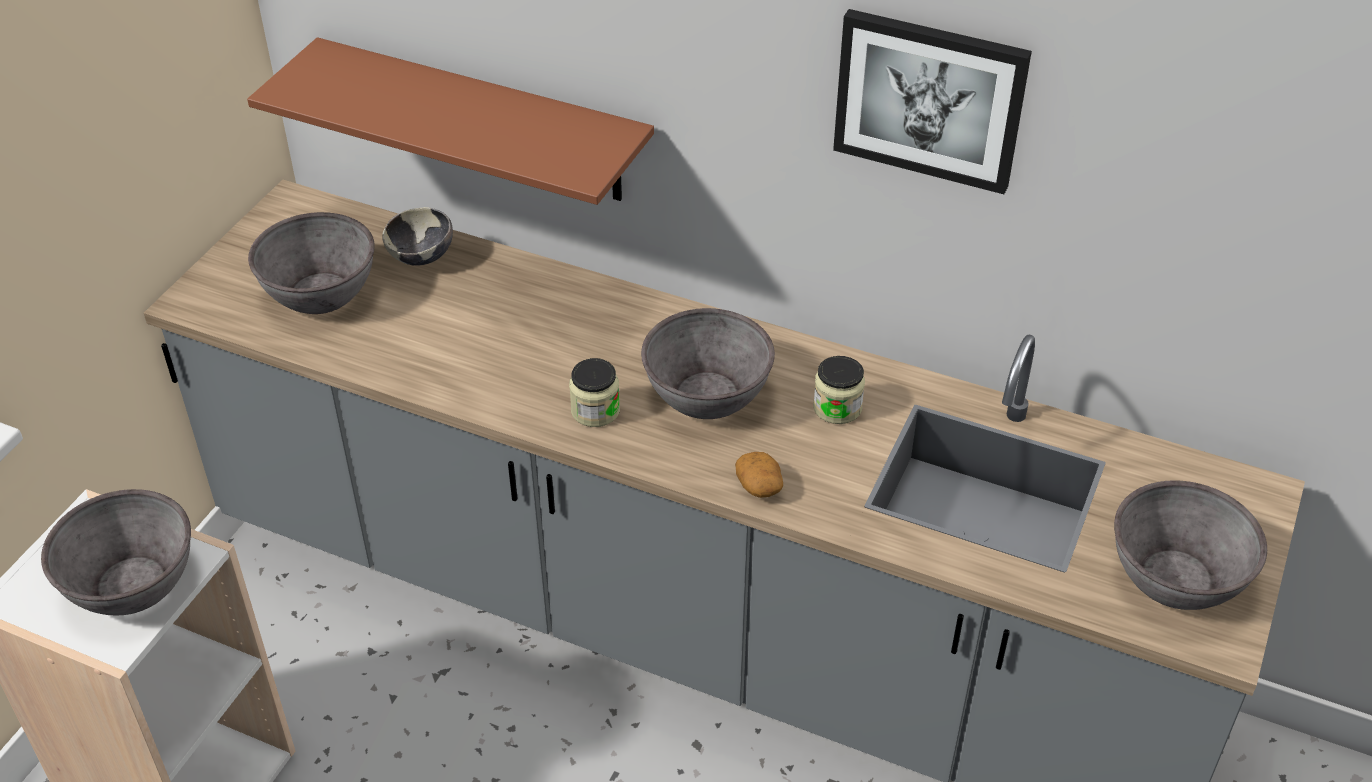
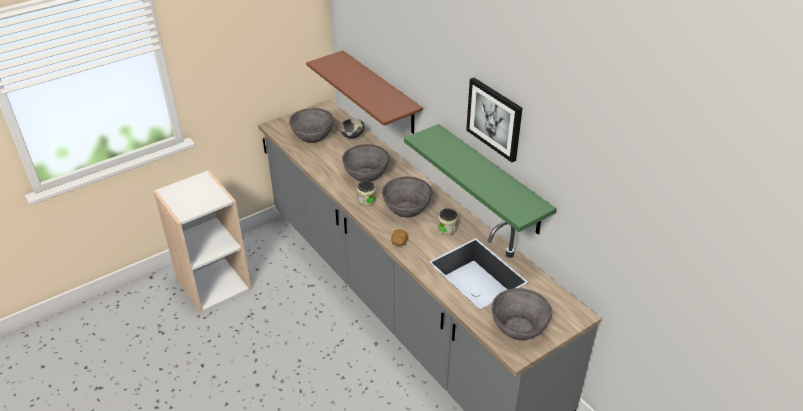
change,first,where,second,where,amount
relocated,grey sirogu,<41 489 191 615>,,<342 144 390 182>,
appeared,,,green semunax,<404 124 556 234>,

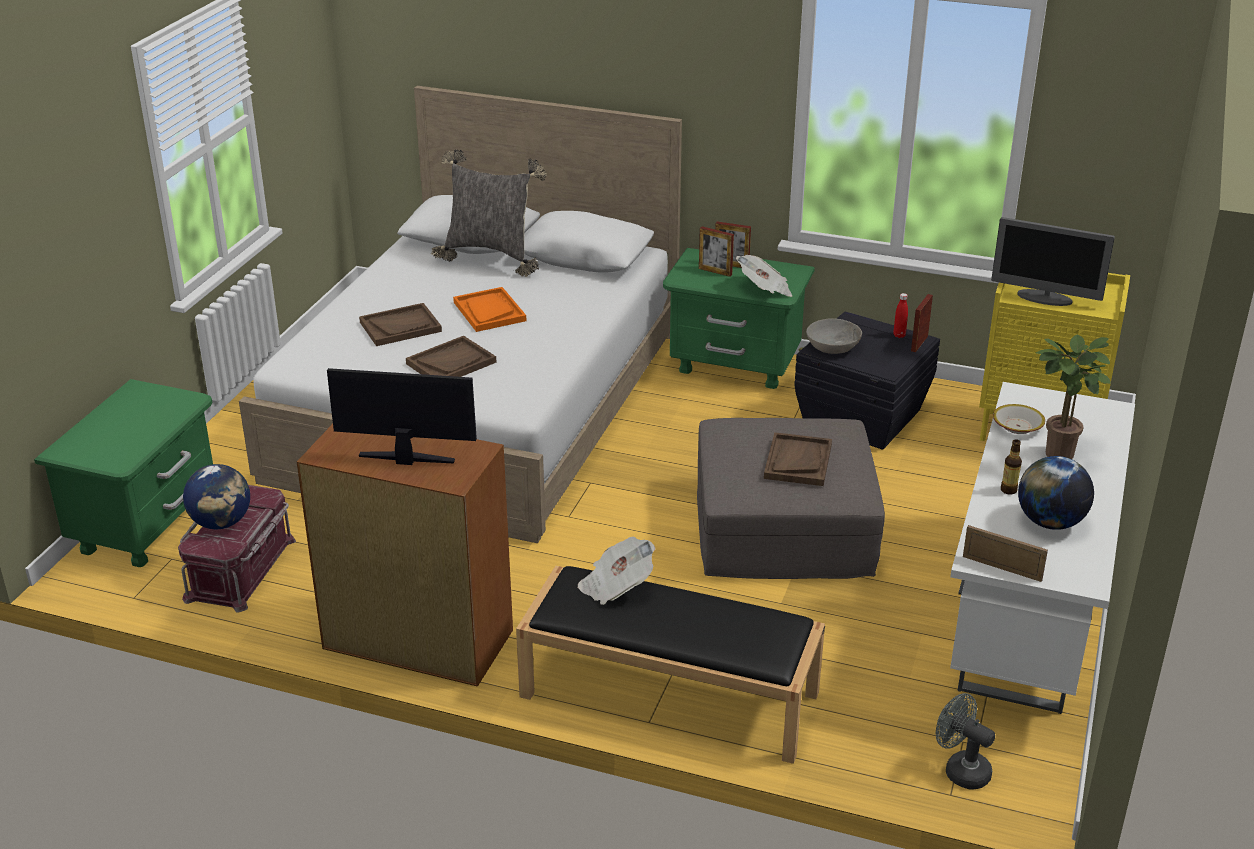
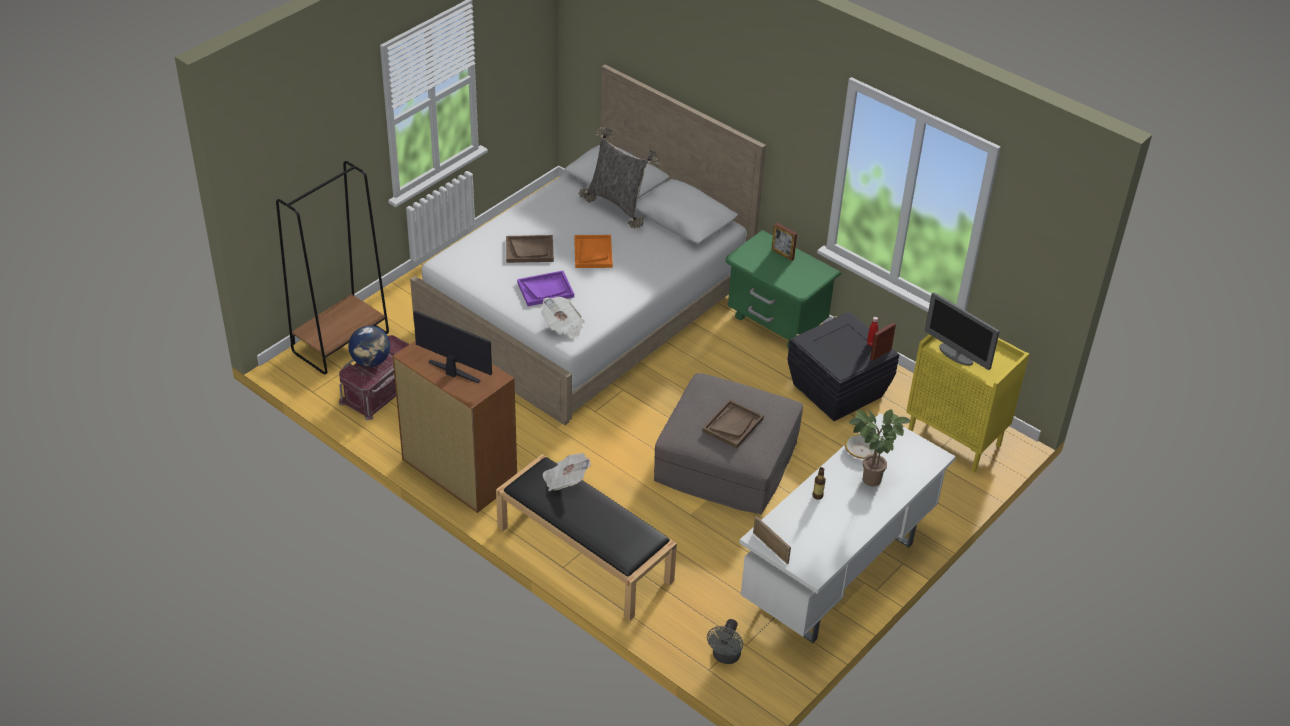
change,first,where,second,where,amount
missing,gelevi,<699 226 734 277>,,,
relocated,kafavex,<736 255 792 297>,,<541 297 584 339>,
missing,grey sirogu,<806 318 862 354>,,,
colour,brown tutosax,<406 336 496 377>,purple tutosax,<517 271 574 306>,
exchanged,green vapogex,<34 379 213 567>,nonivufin,<276 161 389 374>,
missing,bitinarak,<1018 456 1094 530>,,,
spun,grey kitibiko,<936 693 995 790>,,<707 619 743 664>,135 degrees counterclockwise

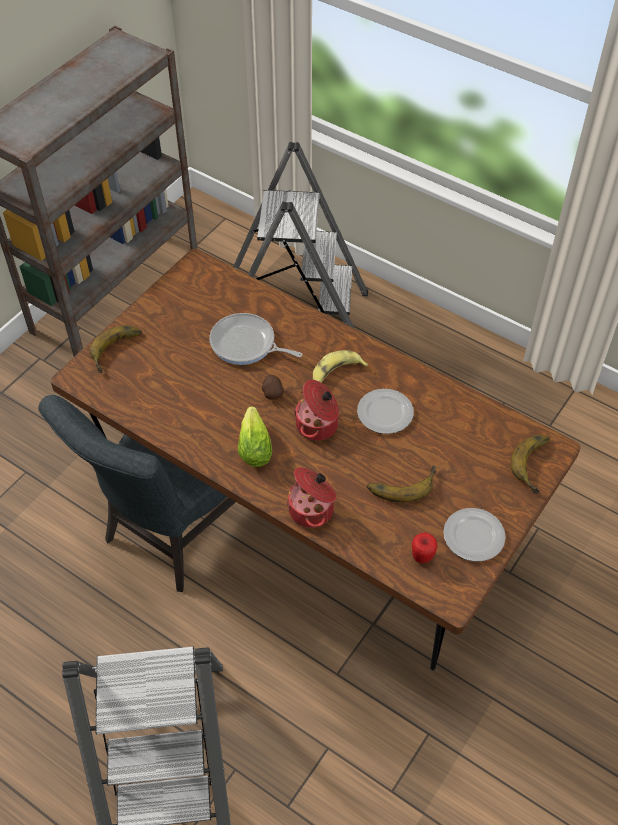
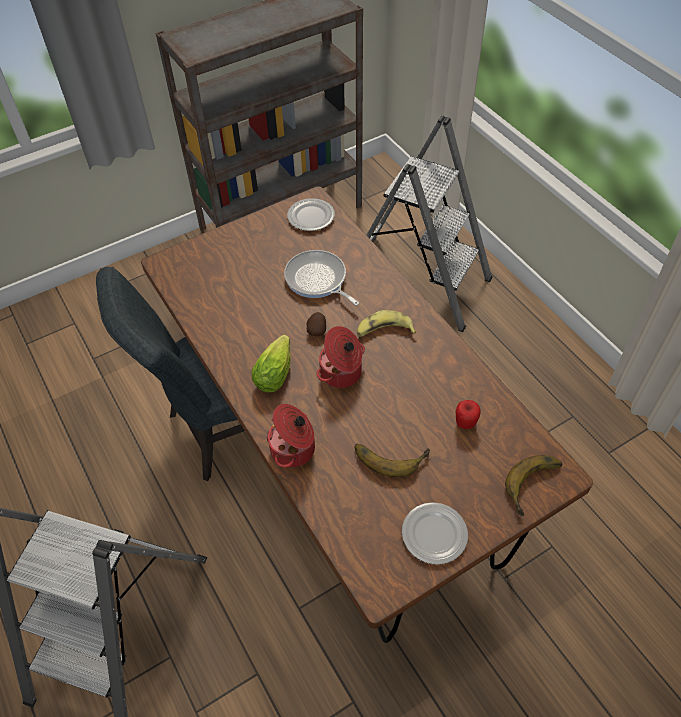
change,first,where,second,where,amount
missing,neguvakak,<89 326 142 373>,,,
relocated,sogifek,<357 389 414 434>,,<287 198 335 231>,
relocated,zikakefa,<412 532 437 563>,,<456 400 481 429>,

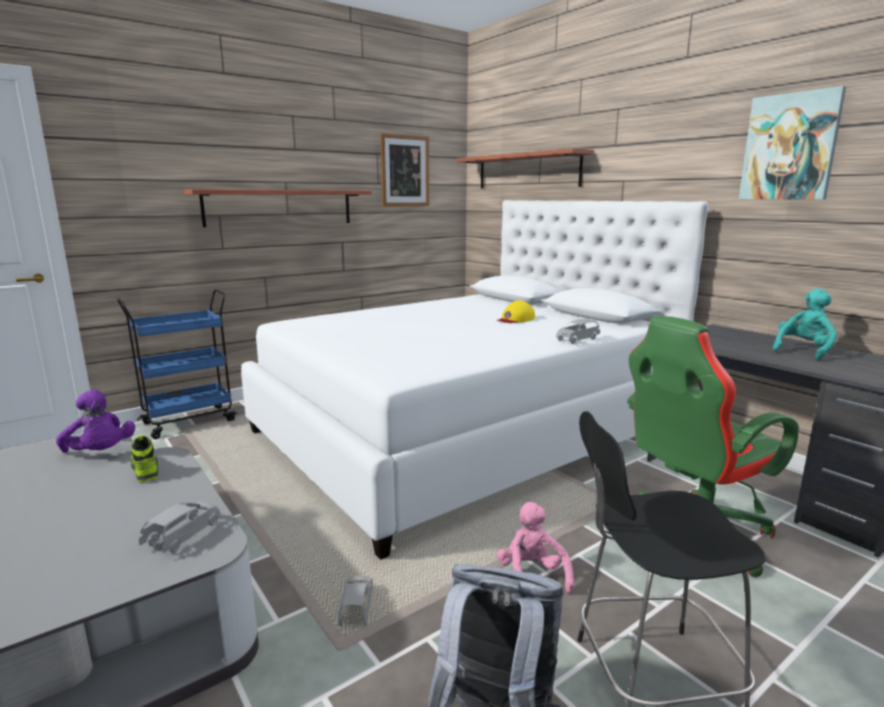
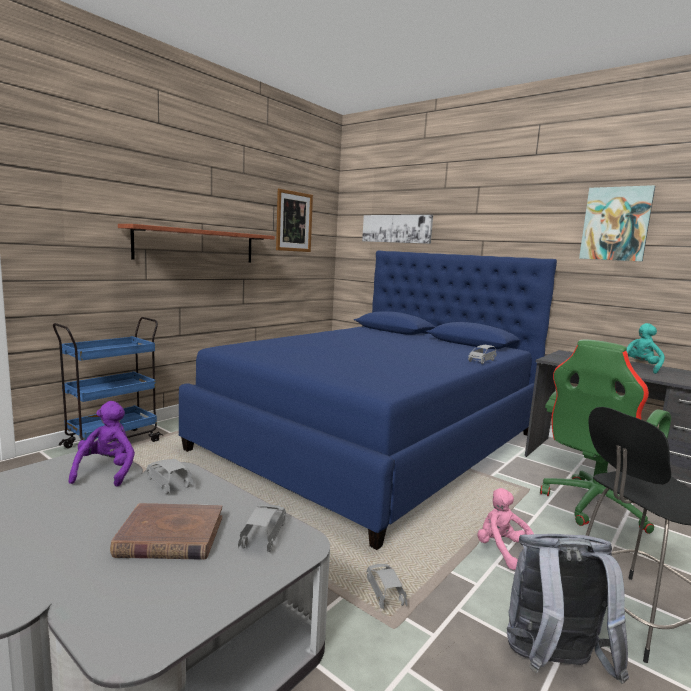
change,first,where,second,where,amount
exchanged,semunax,<456 148 594 189>,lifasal,<362 215 433 244>,
colour,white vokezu,<241 200 708 560>,blue vokezu,<179 251 557 550>,
missing,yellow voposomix,<497 300 535 323>,,,
spun,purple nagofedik,<56 390 135 453>,,<69 401 135 487>,120 degrees counterclockwise
exchanged,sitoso,<131 436 158 482>,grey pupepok,<146 459 193 494>,
appeared,,,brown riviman,<110 503 222 560>,

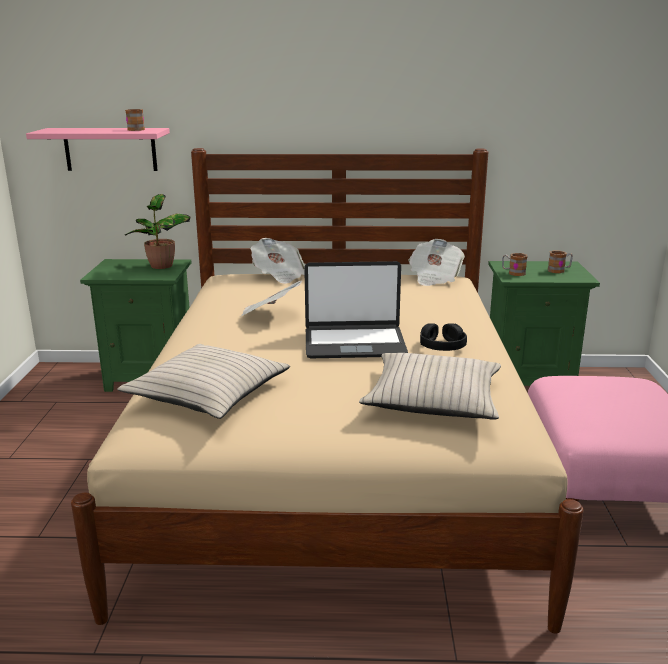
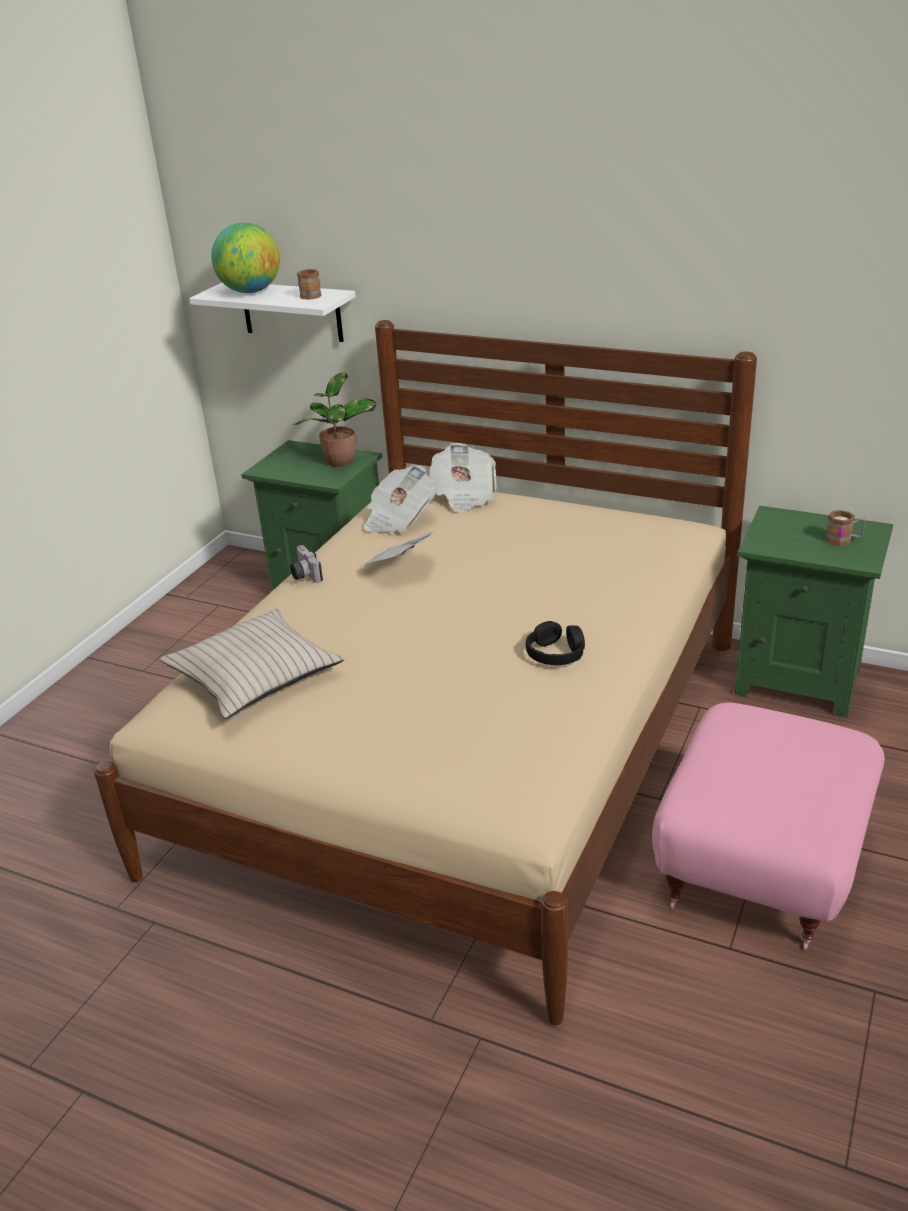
change,first,where,second,where,amount
colour,pink semunax,<26 128 170 171>,white semunax,<189 283 356 342>,
relocated,kafavex,<409 239 465 286>,,<364 465 436 533>,
missing,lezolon,<502 253 528 276>,,,
missing,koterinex,<304 261 408 358>,,,
missing,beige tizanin,<359 353 501 420>,,,
appeared,,,bitinarak,<211 223 280 293>,
appeared,,,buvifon,<290 545 323 583>,

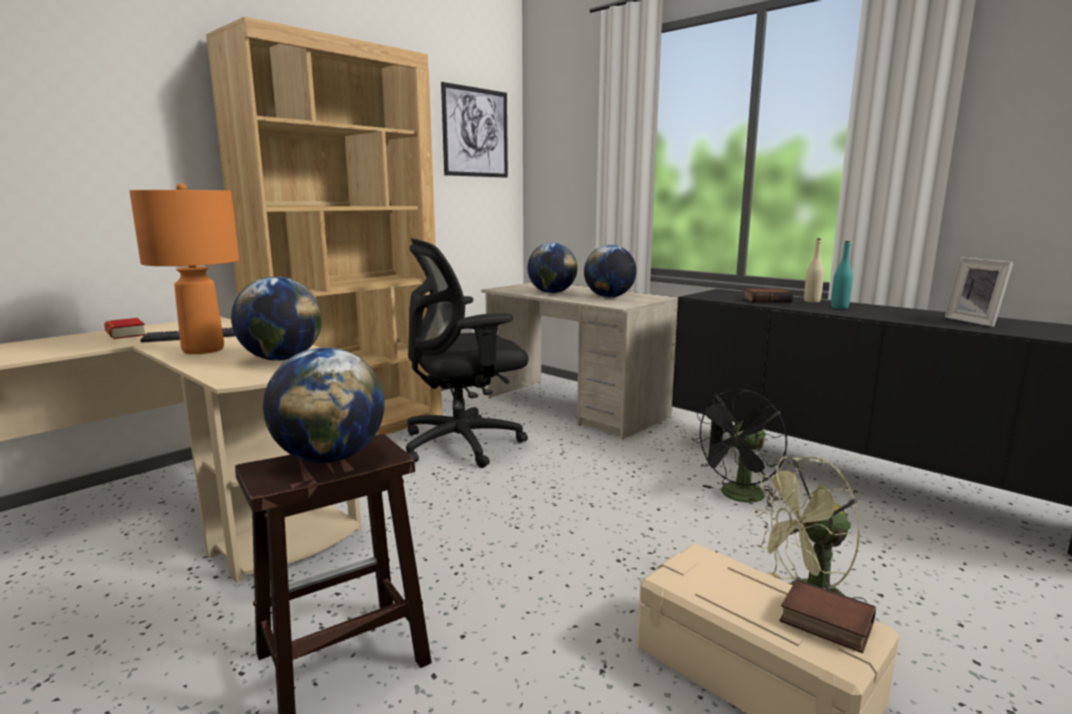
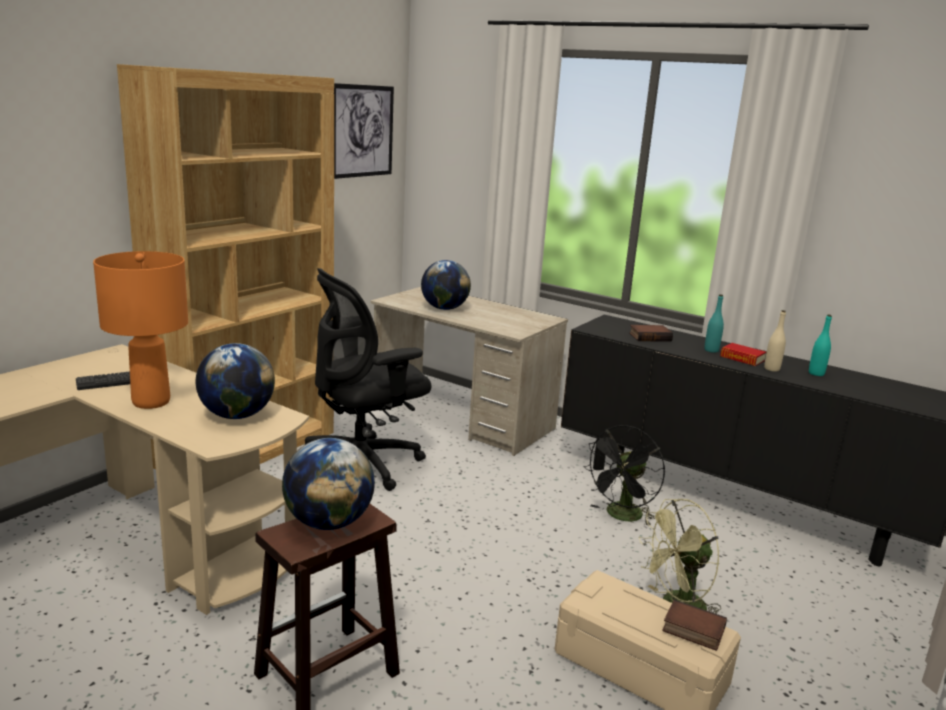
change,first,where,second,where,amount
relocated,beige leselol,<804 238 824 303>,,<764 310 786 372>,
missing,bitinarak,<584 245 637 298>,,,
exchanged,gelevi,<945 257 1013 327>,turquoise leselol,<809 314 832 376>,
relocated,riviman,<104 318 146 339>,,<720 343 766 366>,

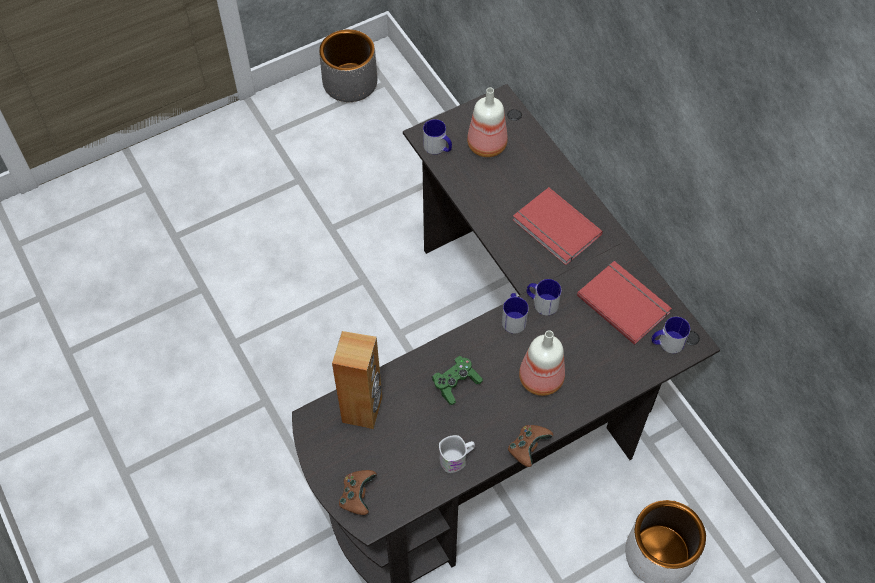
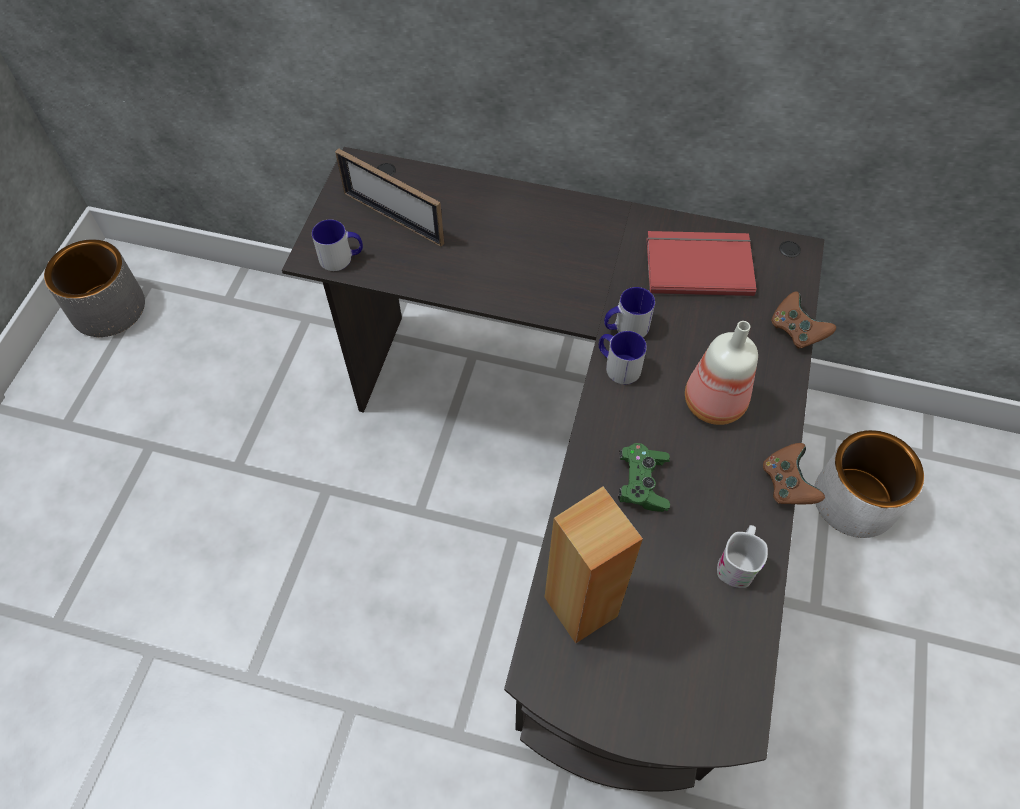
change,first,where,second,where,amount
exchanged,leselol,<467 88 508 157>,gelevi,<335 148 444 247>,
missing,red riviman,<513 187 603 265>,,,
missing,lezolon,<652 317 690 353>,,,
relocated,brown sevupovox,<339 470 377 515>,,<771 291 836 349>,

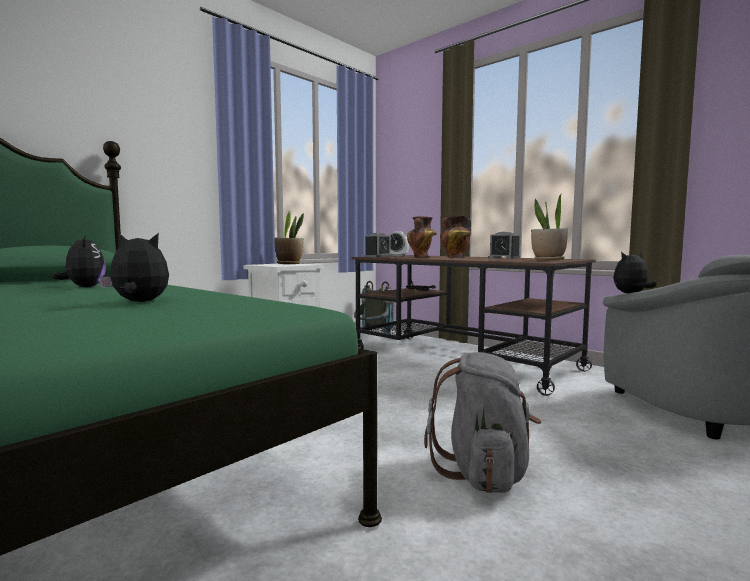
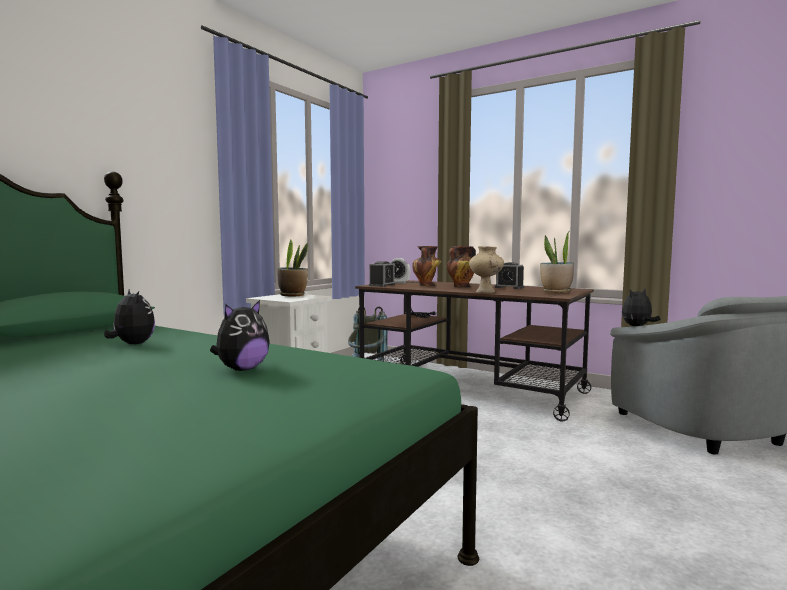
change,first,where,second,where,amount
spun,nagofedik,<99 233 169 302>,,<210 300 270 371>,135 degrees clockwise
missing,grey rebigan,<424 352 541 493>,,,
appeared,,,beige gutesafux,<469 246 504 293>,

